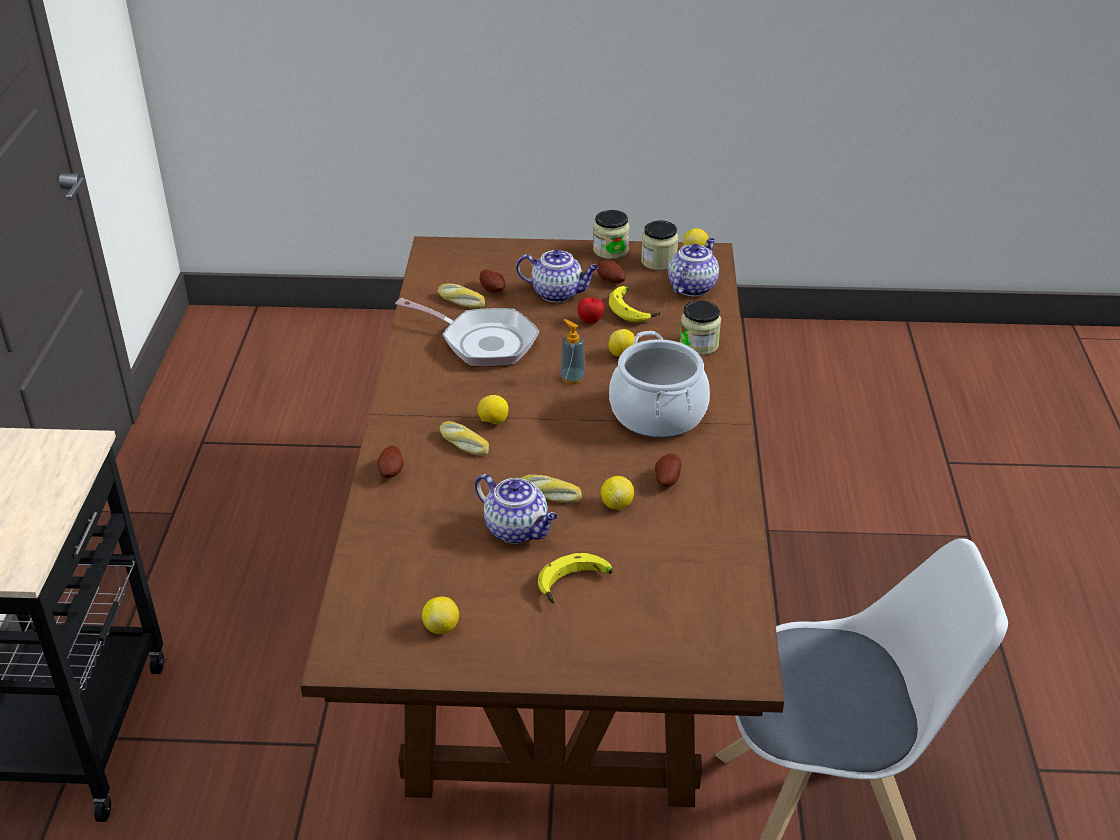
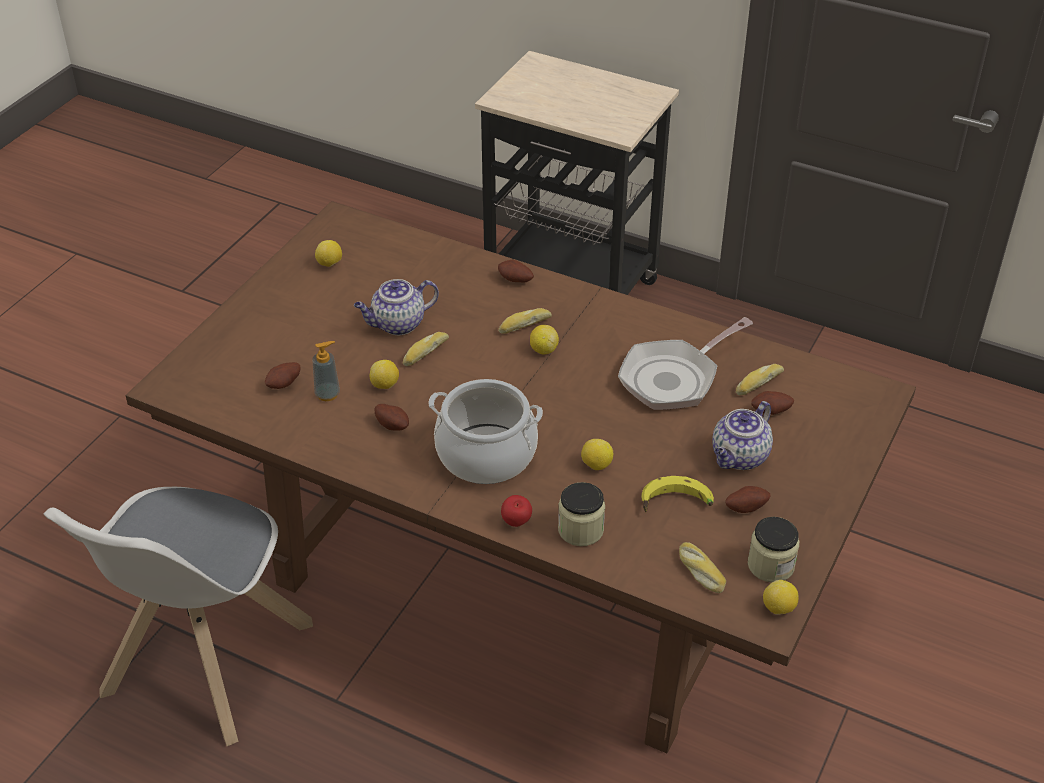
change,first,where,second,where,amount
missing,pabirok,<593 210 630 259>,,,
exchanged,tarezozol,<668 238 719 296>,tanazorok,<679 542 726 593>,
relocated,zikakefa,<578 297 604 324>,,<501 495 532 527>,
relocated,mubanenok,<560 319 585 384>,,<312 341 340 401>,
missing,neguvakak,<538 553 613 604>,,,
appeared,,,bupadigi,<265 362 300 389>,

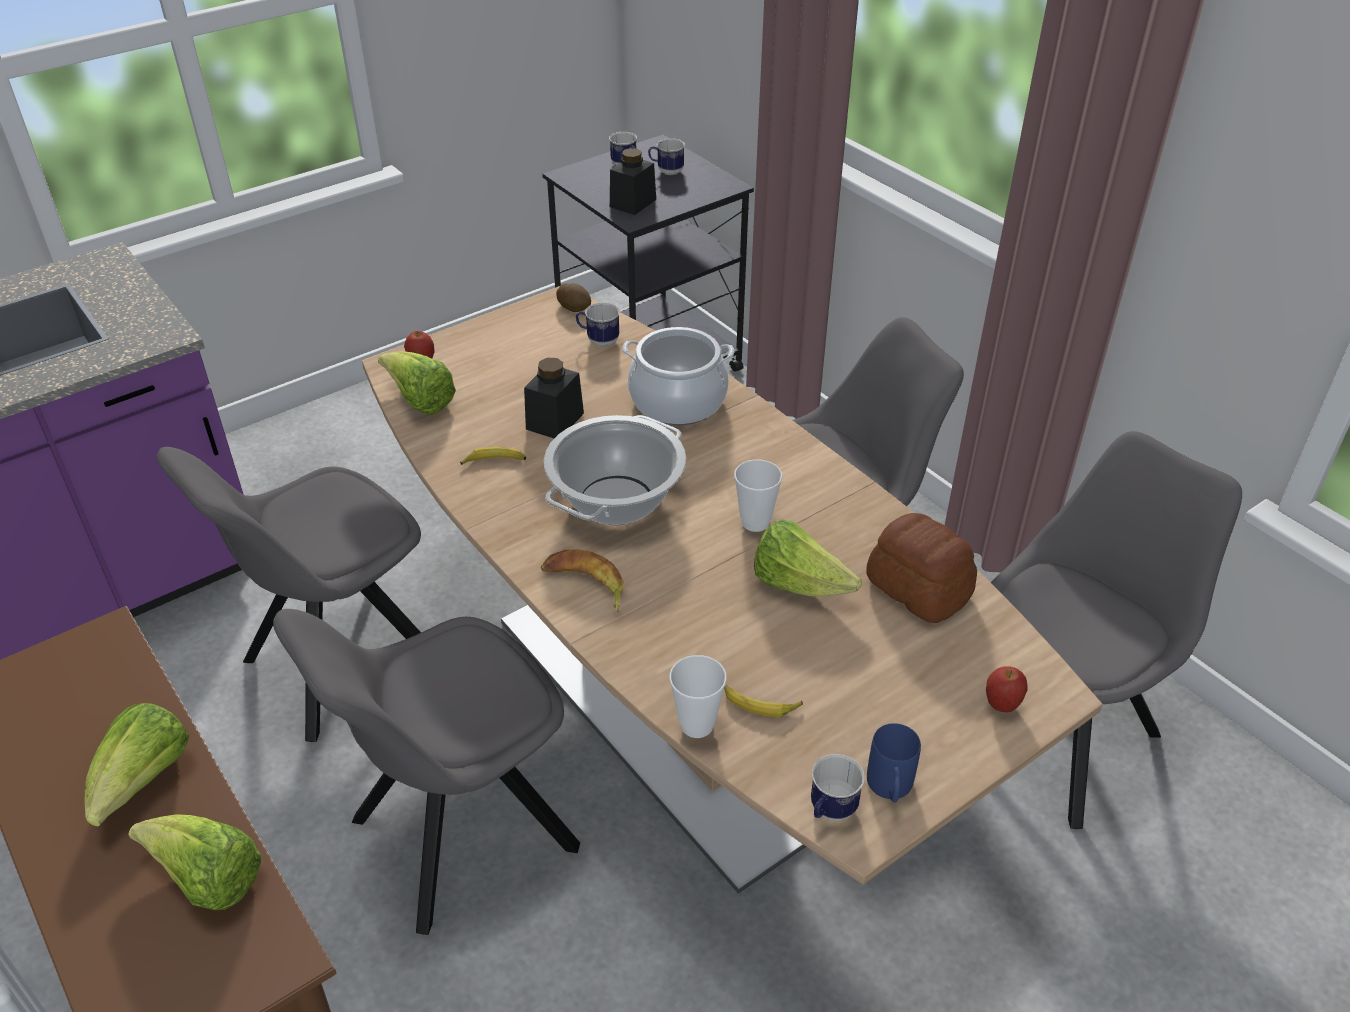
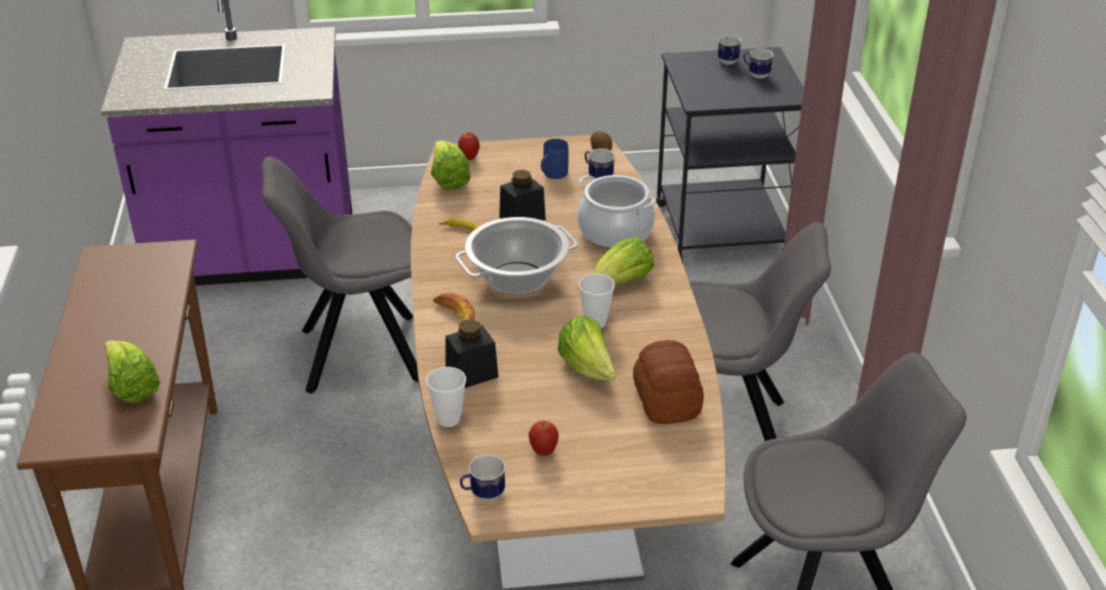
change,first,where,second,where,amount
relocated,black pabirok,<610 148 656 215>,,<445 319 498 388>,
missing,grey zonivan,<273 609 580 935>,,,
relocated,zikakefa,<986 666 1028 713>,,<529 421 559 456>,
missing,neguvakak,<724 685 803 717>,,,
relocated,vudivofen,<85 703 189 827>,,<593 237 654 284>,
relocated,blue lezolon,<867 723 921 803>,,<541 139 568 179>,

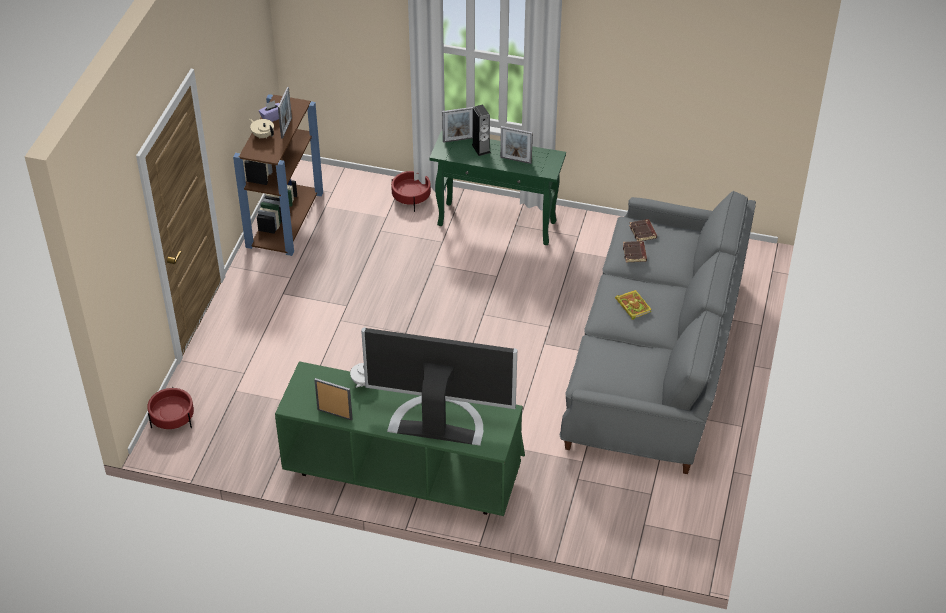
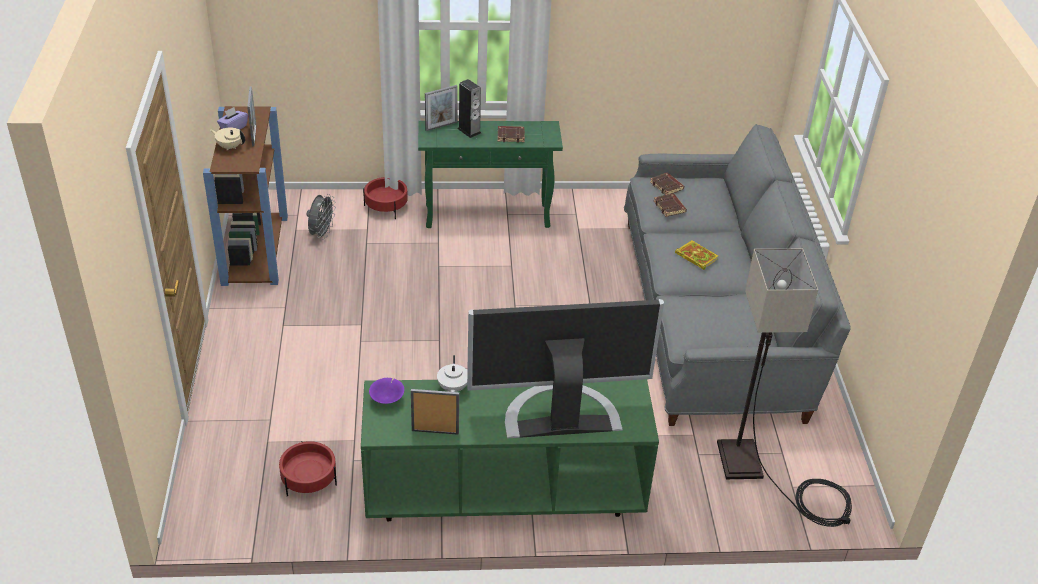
change,first,where,second,where,amount
exchanged,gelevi,<500 126 533 164>,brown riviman,<498 126 525 143>,
relocated,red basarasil,<147 387 194 429>,,<279 441 337 497>,
appeared,,,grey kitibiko,<307 194 336 239>,
appeared,,,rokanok,<717 249 852 527>,
appeared,,,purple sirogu,<369 378 404 404>,

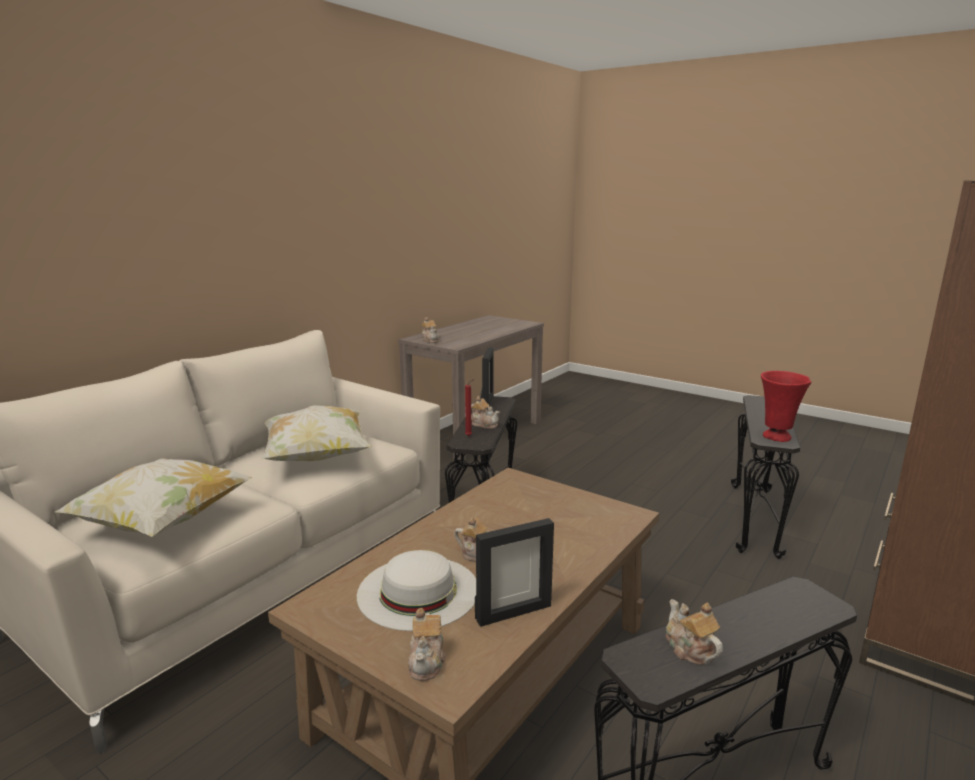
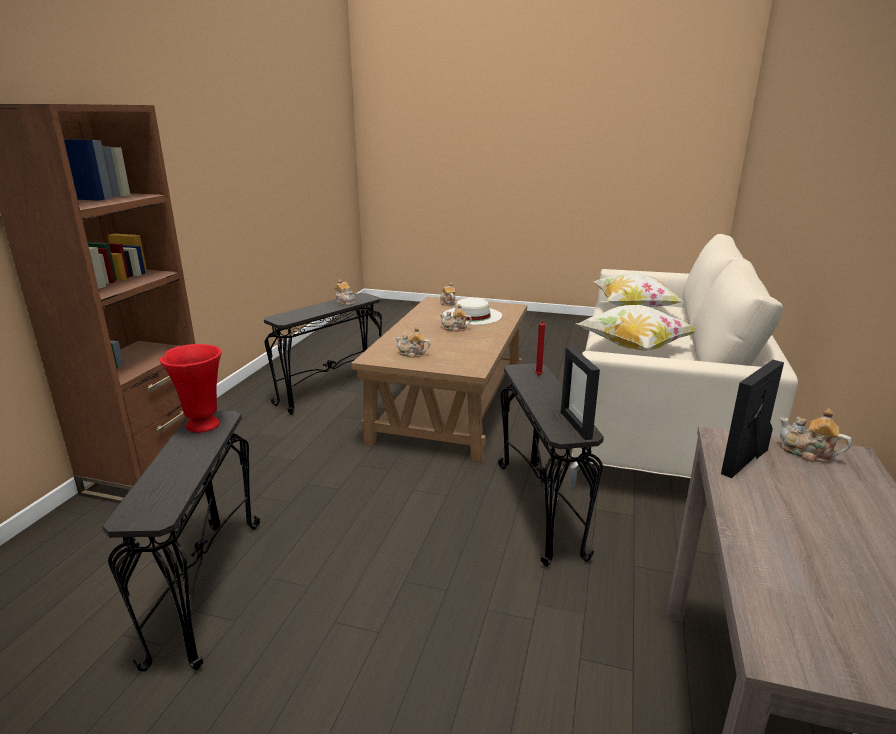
change,first,where,second,where,amount
relocated,tarezozol,<471 396 500 429>,,<395 327 430 358>,
relocated,gelevi,<475 518 554 627>,,<721 360 784 478>,

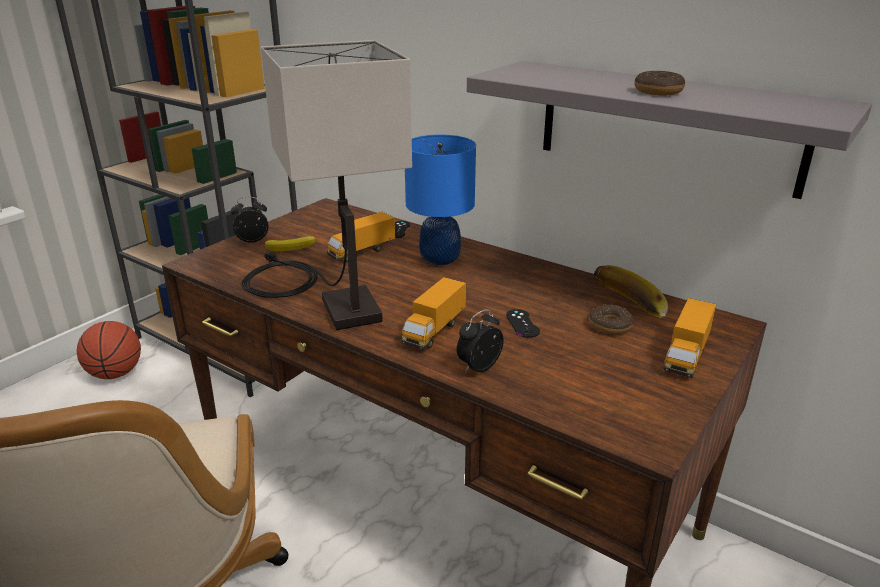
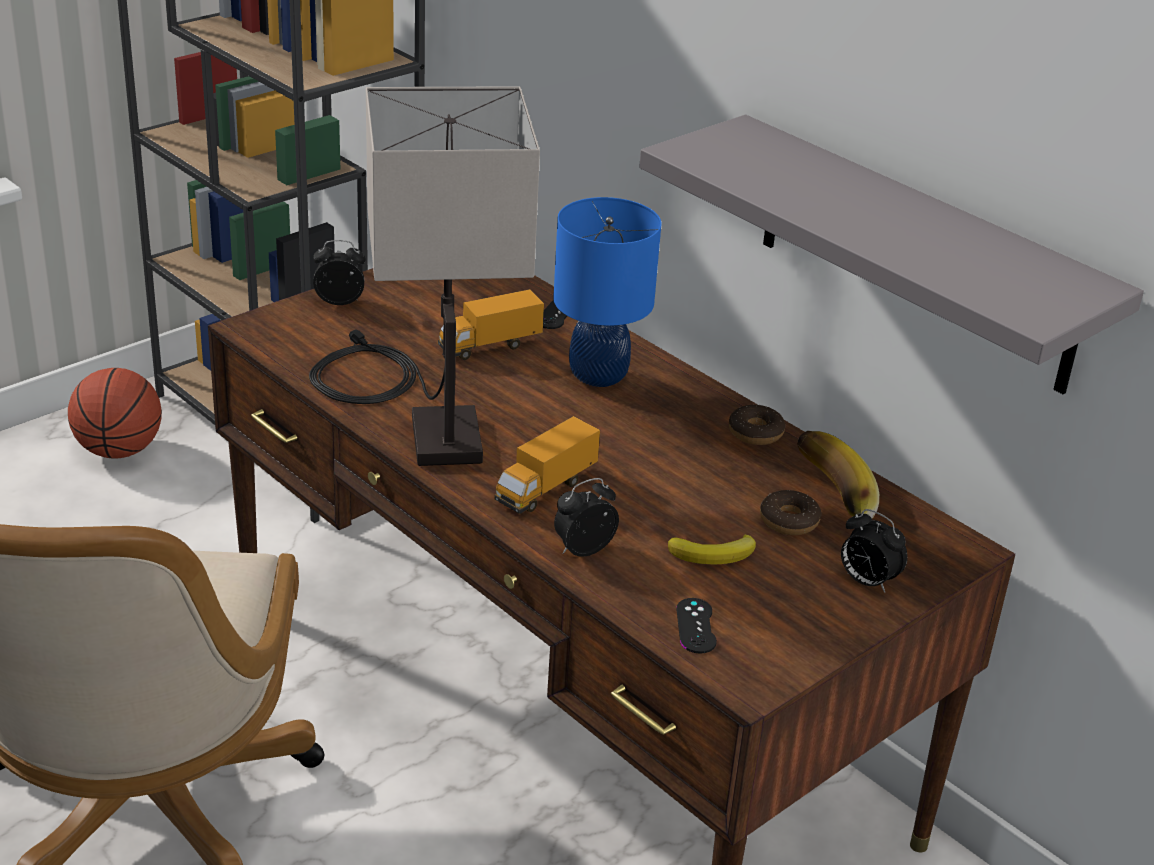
change,first,where,second,where,amount
relocated,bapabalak,<635 71 685 95>,,<729 405 785 445>,
relocated,neguvakak,<265 236 316 251>,,<668 534 756 565>,
exchanged,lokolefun,<663 298 716 378>,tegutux,<841 509 908 593>,
relocated,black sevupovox,<506 309 540 338>,,<676 598 717 654>,

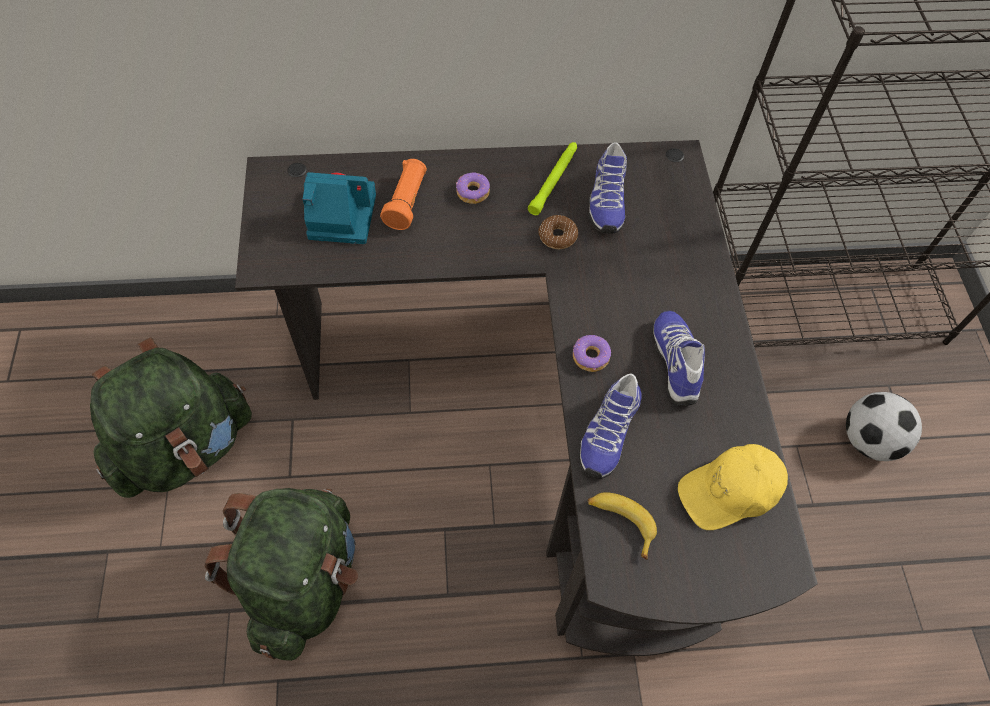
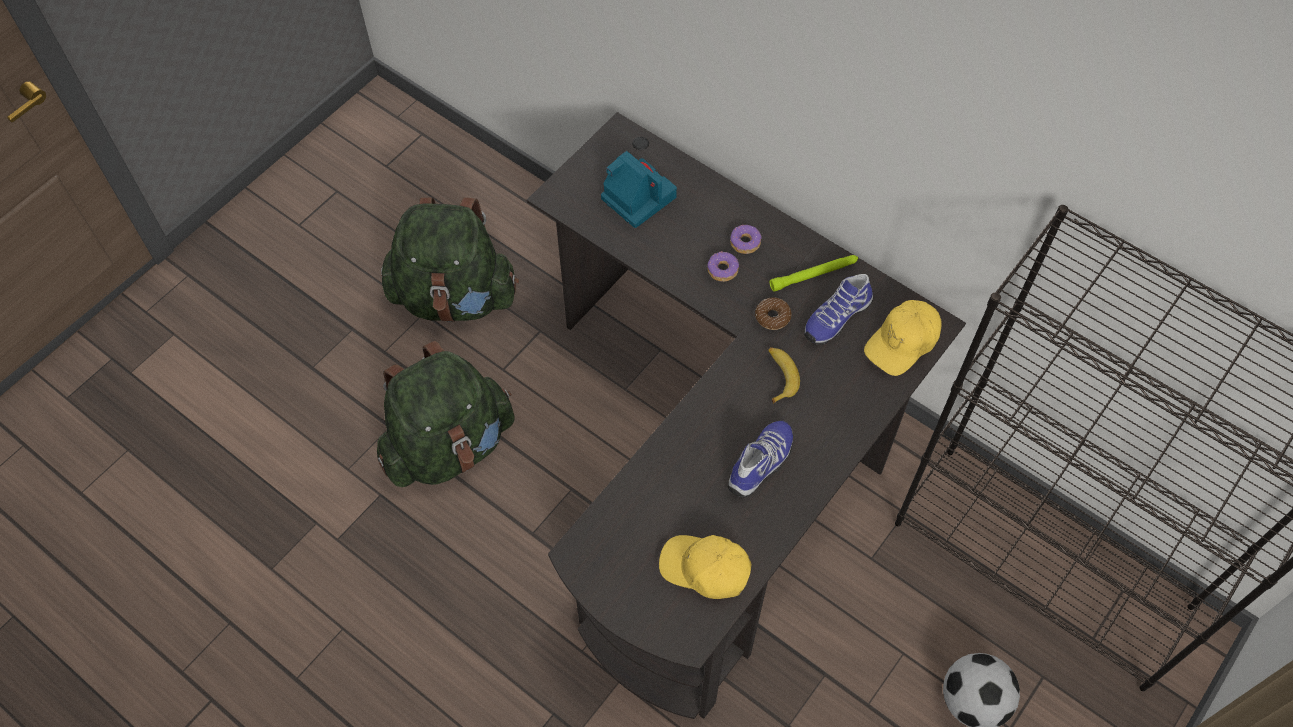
change,first,where,second,where,amount
missing,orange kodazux,<380 159 427 230>,,,
relocated,bapabalak,<573 335 611 372>,,<707 251 739 282>,
missing,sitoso,<578 373 641 479>,,,
relocated,neguvakak,<588 492 657 560>,,<768 347 800 404>,
appeared,,,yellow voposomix,<864 300 942 376>,

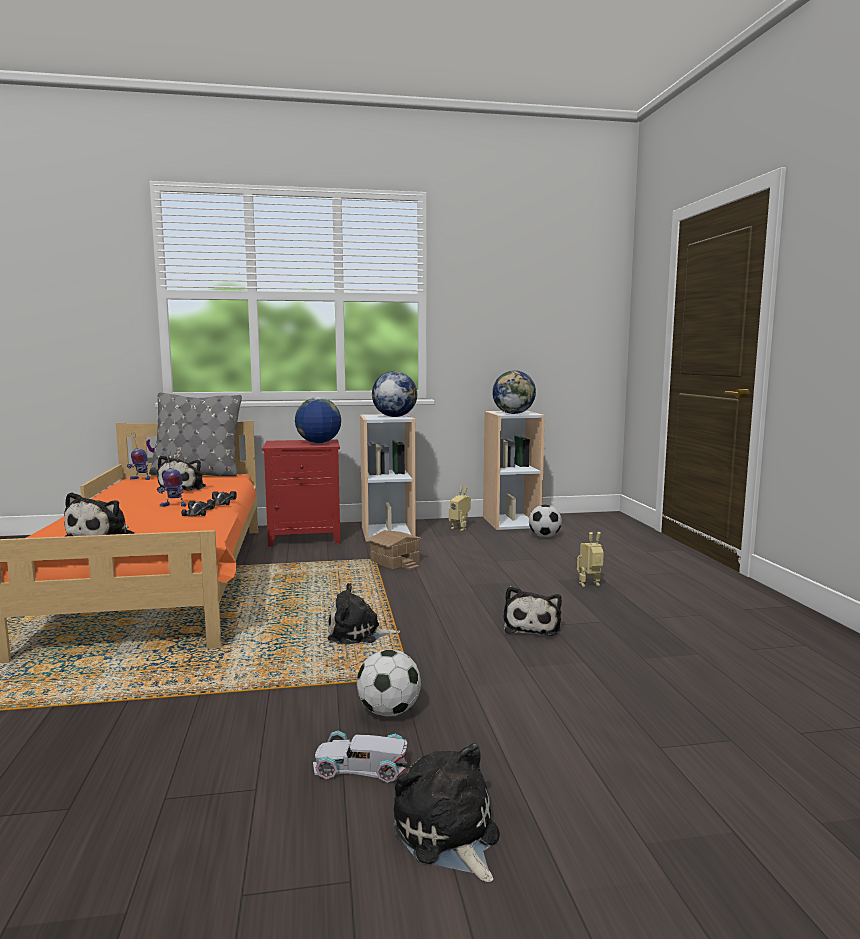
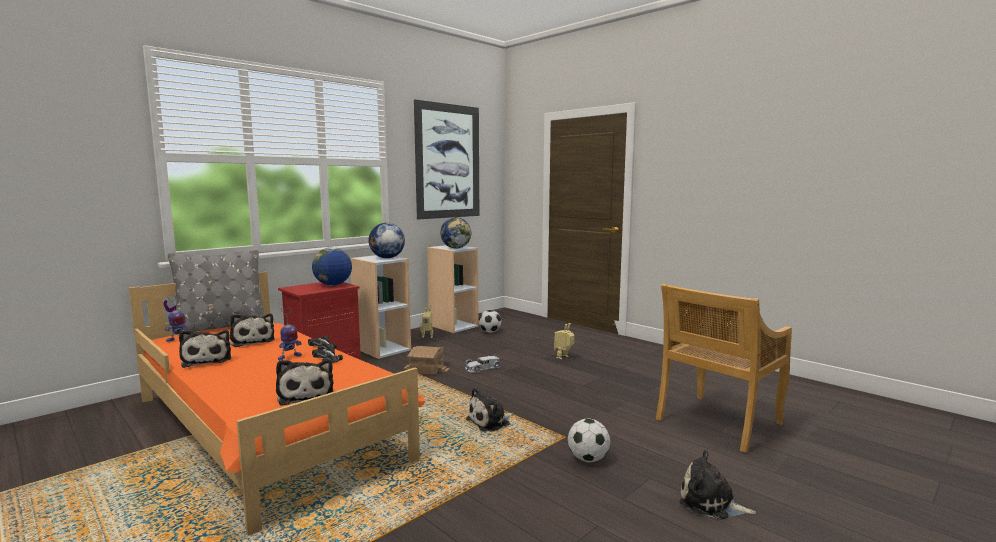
change,first,where,second,where,amount
relocated,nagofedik,<503 586 562 636>,,<179 330 231 368>,
relocated,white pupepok,<313 731 407 783>,,<465 356 501 373>,
appeared,,,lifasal,<414 99 479 219>,
appeared,,,beige zonivan,<656 284 792 453>,

